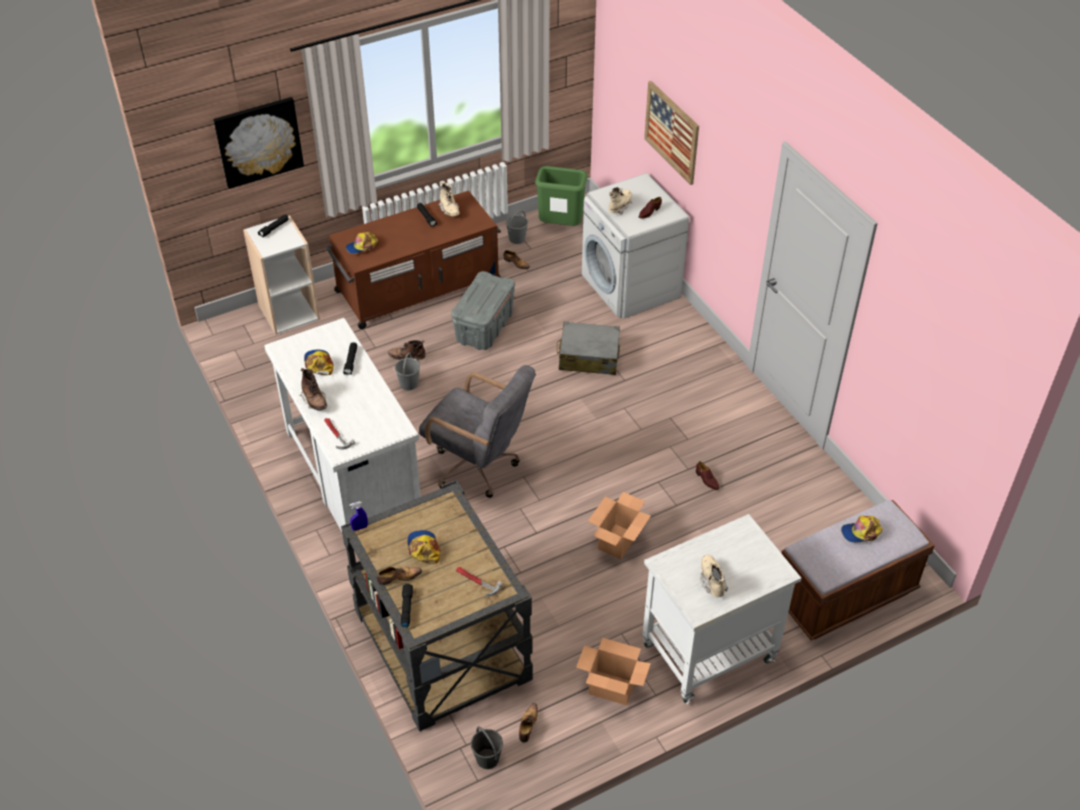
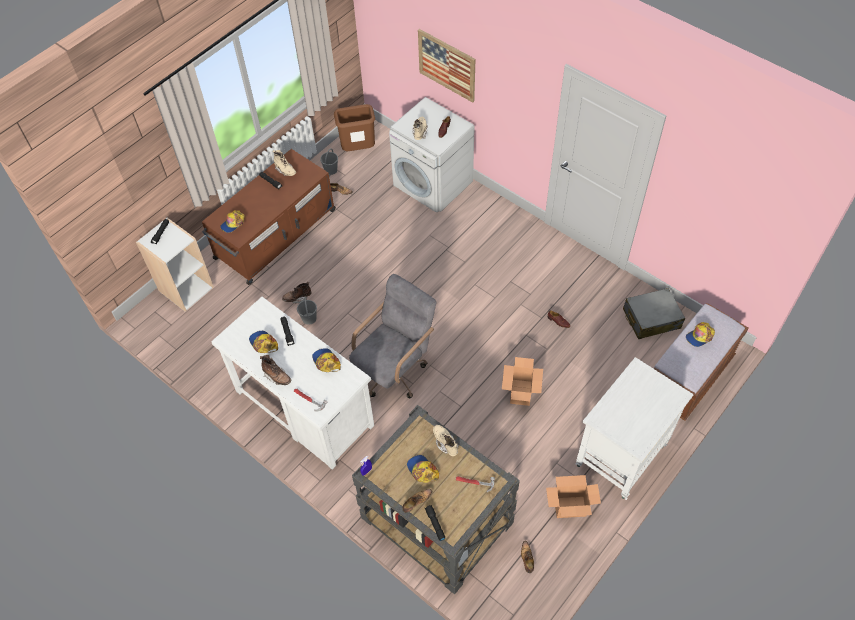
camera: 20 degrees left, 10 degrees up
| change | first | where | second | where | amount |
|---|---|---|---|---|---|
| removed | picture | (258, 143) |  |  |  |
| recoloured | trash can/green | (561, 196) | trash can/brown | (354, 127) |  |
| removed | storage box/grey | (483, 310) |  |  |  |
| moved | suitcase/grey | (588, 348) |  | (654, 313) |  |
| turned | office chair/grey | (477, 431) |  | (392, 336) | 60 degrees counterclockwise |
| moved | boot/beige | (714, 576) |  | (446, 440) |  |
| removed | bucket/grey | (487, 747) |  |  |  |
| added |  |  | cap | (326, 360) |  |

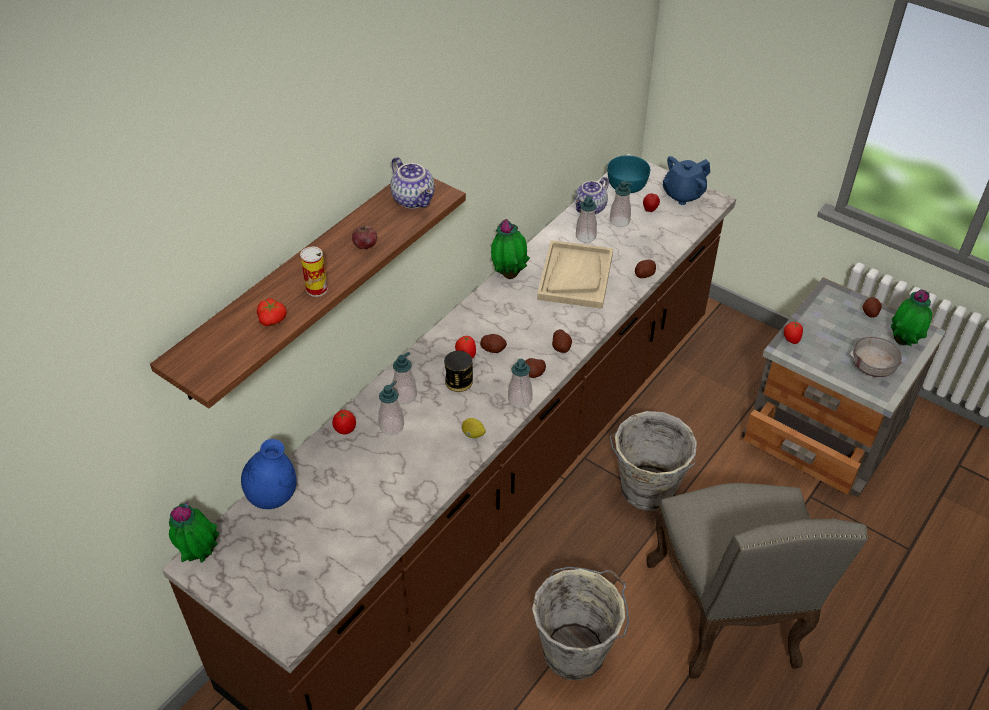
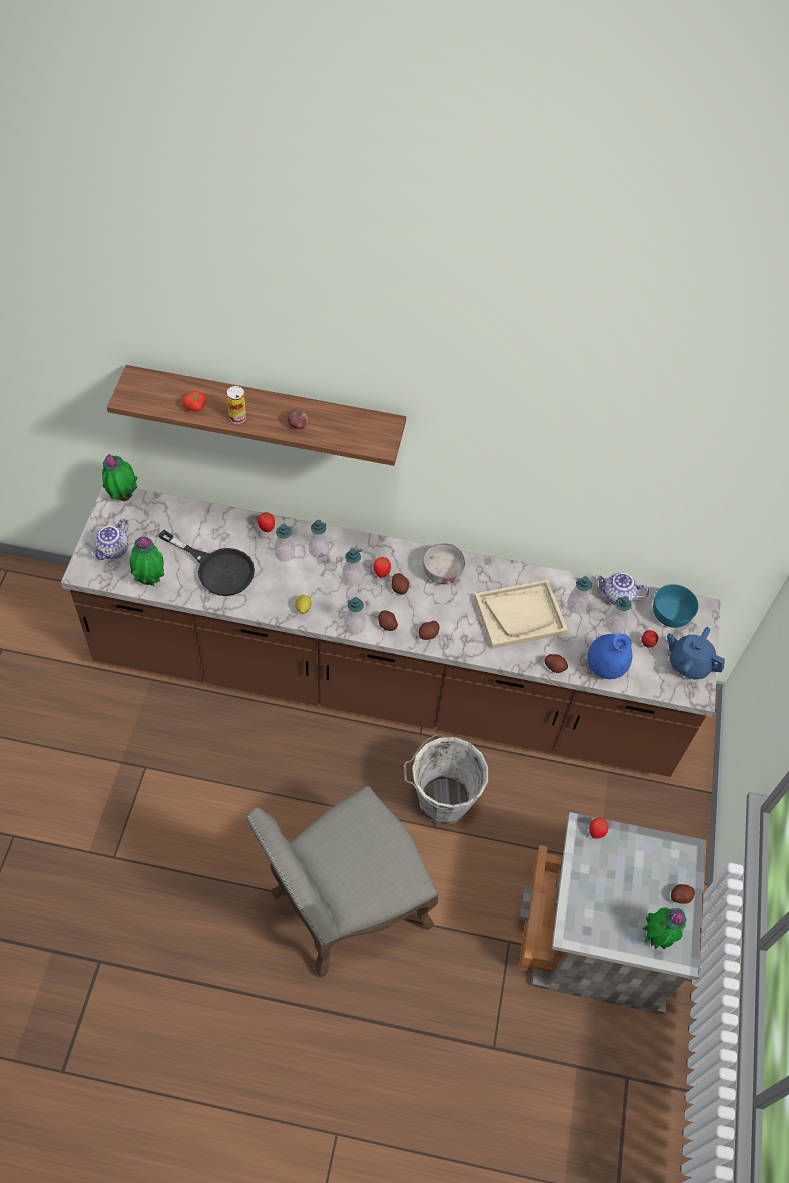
camera: 60 degrees right, 10 degrees up
| change | first | where | second | where | amount |
|---|---|---|---|---|---|
| moved | teapot | (412, 183) |  | (110, 539) |  |
| moved | potted plant | (510, 249) |  | (147, 561) |  |
| moved | bowl/grey | (876, 357) |  | (444, 564) |  |
| replaced | can | (458, 371) | soap dispenser | (352, 567) |  |
| moved | vase/blue | (269, 474) |  | (609, 656) |  |
| removed | bucket/grey | (580, 623) |  |  |  |
| added |  |  | frying pan/black | (206, 563) |  |

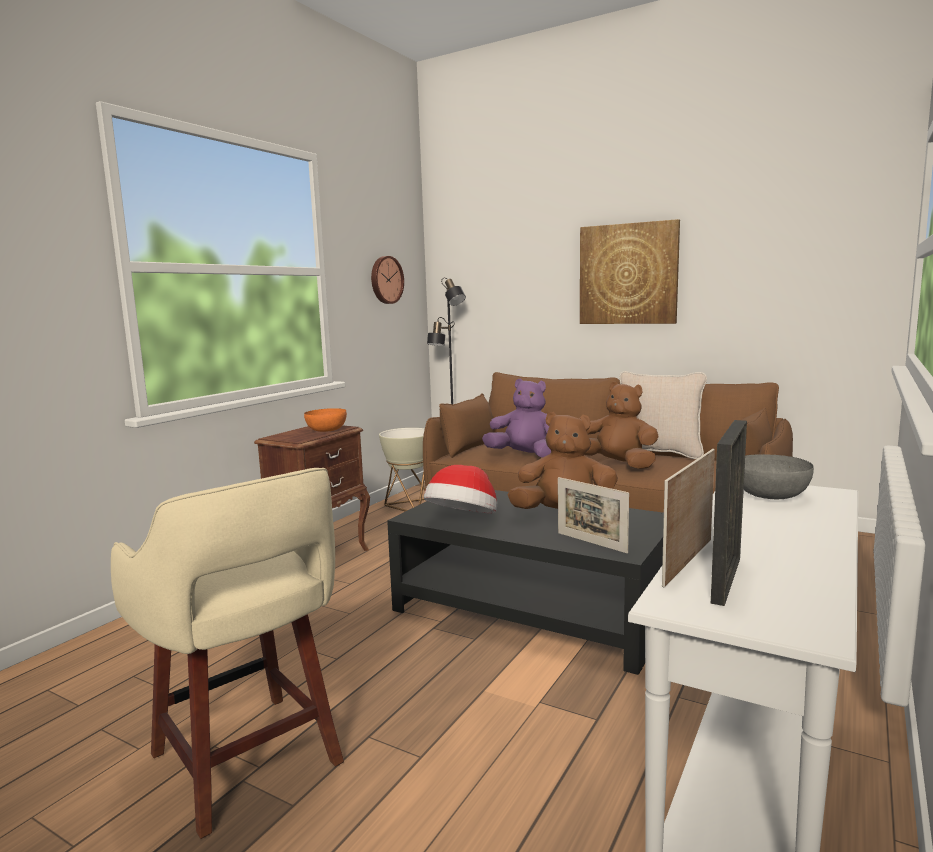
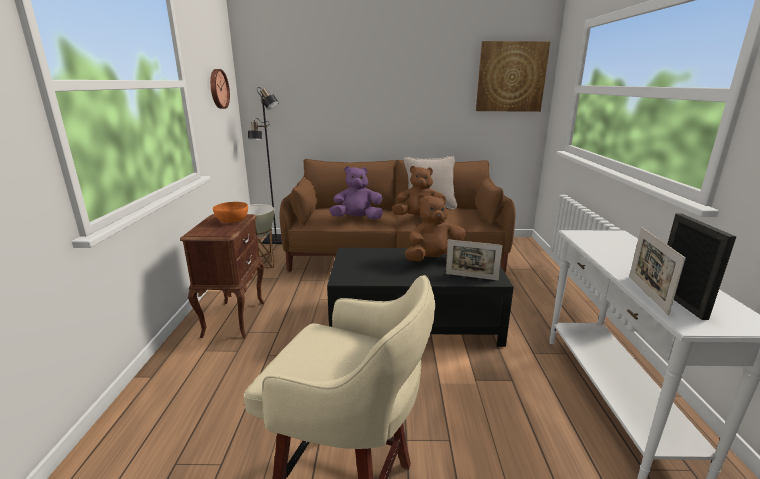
camera: 30 degrees left, 10 degrees up
| change | first | where | second | where | amount |
|---|---|---|---|---|---|
| moved | picture | (630, 271) |  | (513, 76) |  |
| removed | bowl/grey | (779, 476) |  |  |  |
| removed | hat | (460, 489) |  |  |  |

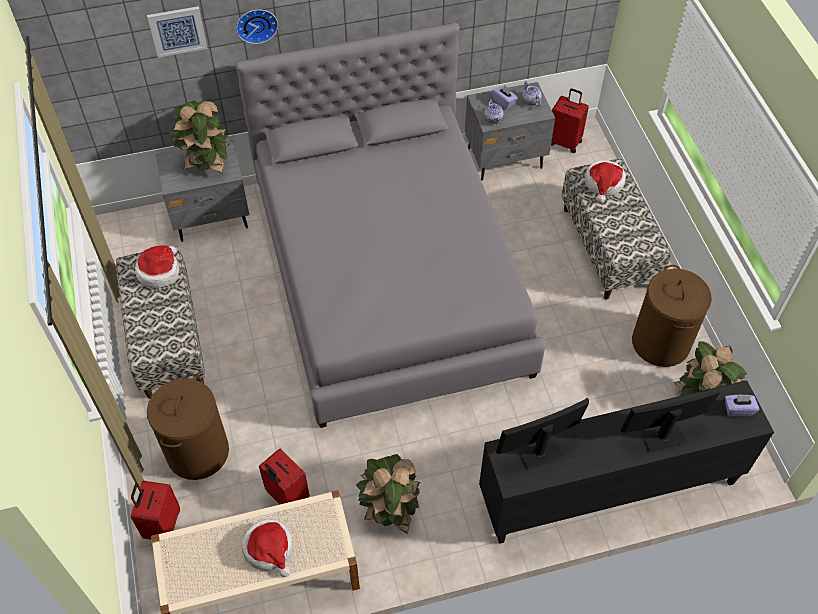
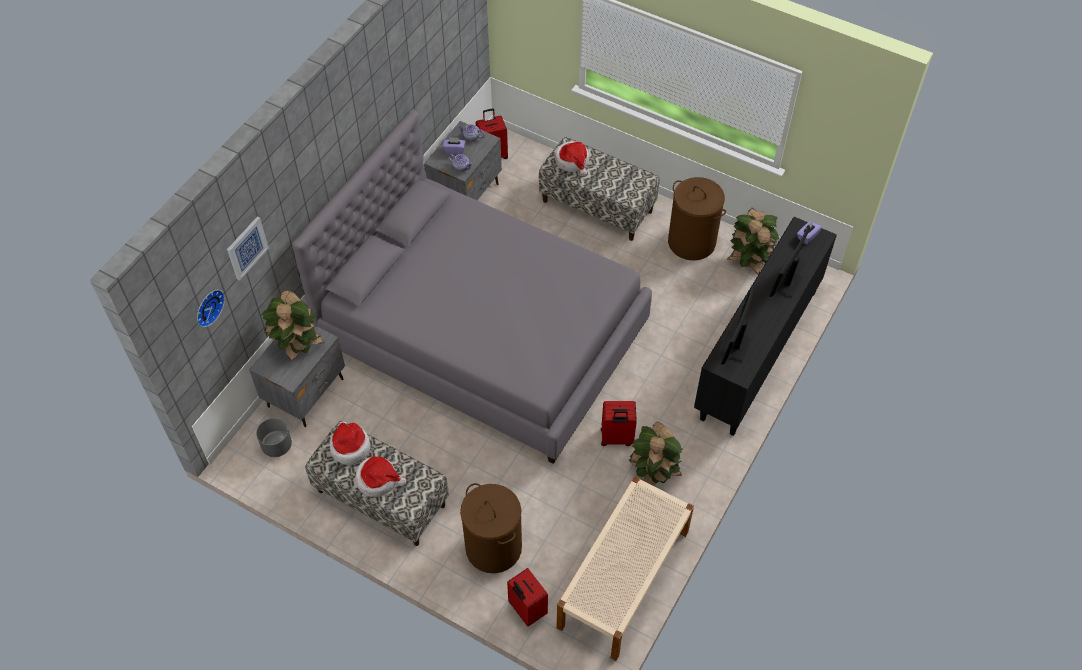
camera: 45 degrees left, 0 degrees up
| change | first | where | second | where | amount |
|---|---|---|---|---|---|
| moved | wall clock | (257, 26) |  | (211, 308) |  |
| moved | suitcase/red | (284, 476) |  | (619, 423) |  |
| moved | hat | (267, 548) |  | (381, 476) |  |
| added |  |  | planter/grey | (274, 437) |  |

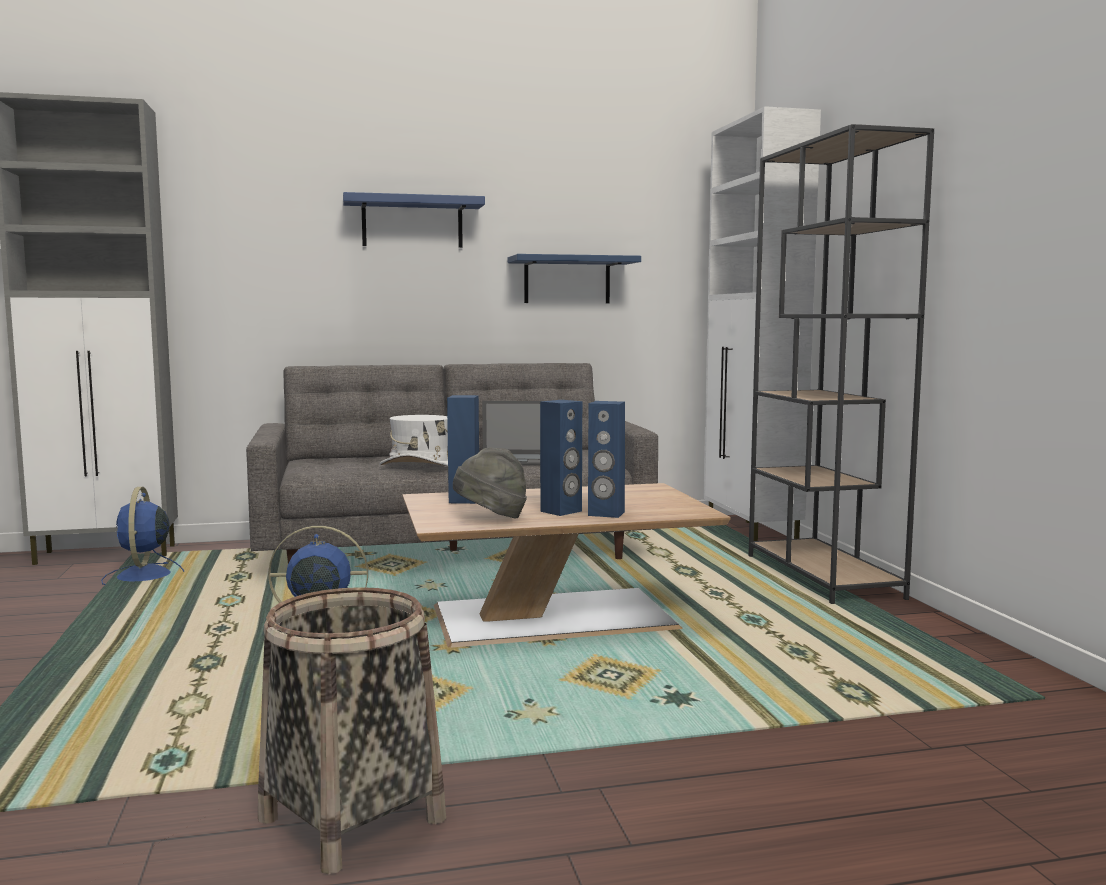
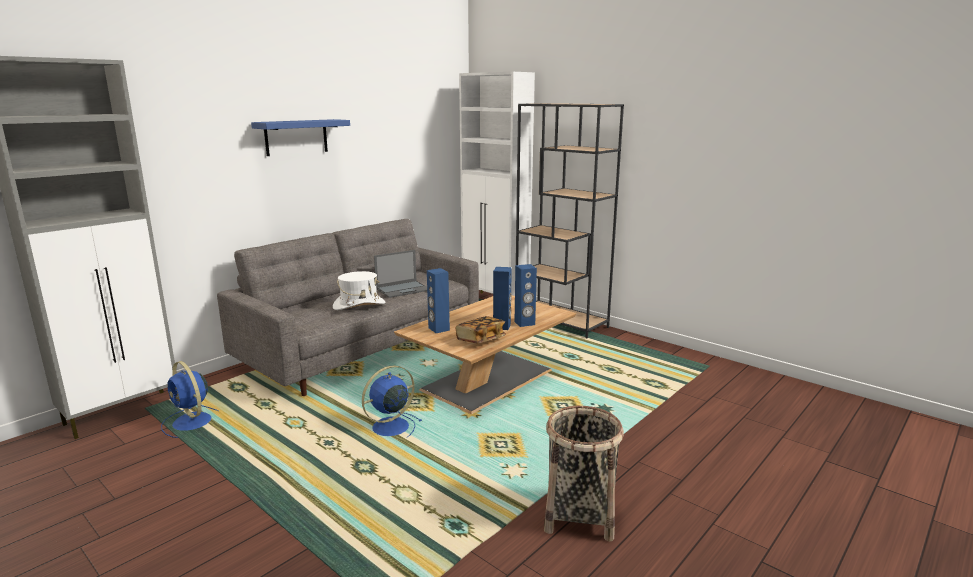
camera: 35 degrees left, 10 degrees up
| change | first | where | second | where | amount |
|---|---|---|---|---|---|
| removed | shelf/blue | (574, 278) |  |  |  |
| replaced | hat/grey | (490, 482) | book | (481, 329) |  |

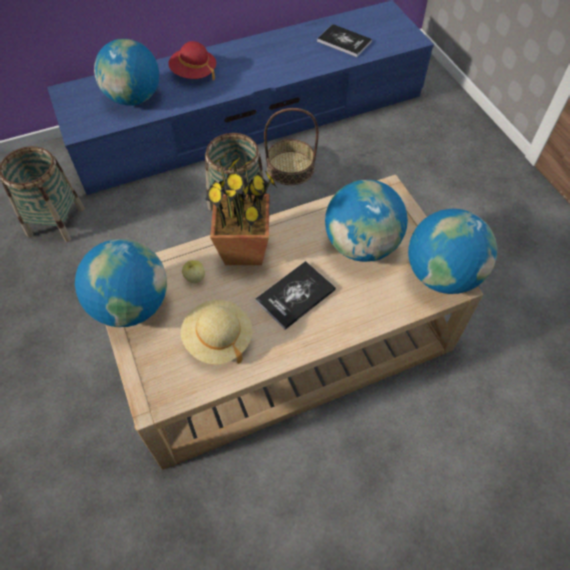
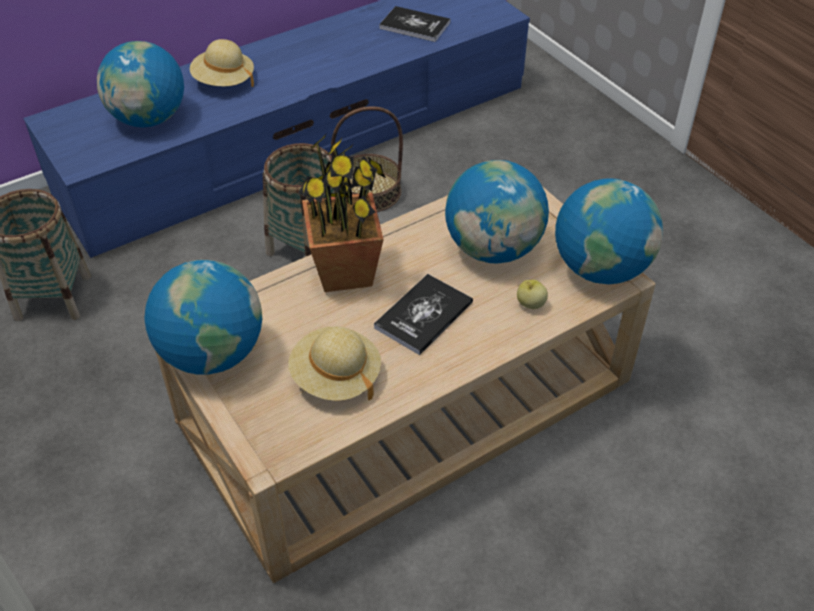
camera: 10 degrees left, 10 degrees down
| change | first | where | second | where | amount |
|---|---|---|---|---|---|
| recoloured | hat/red | (192, 60) | hat/beige | (222, 63) |  |
| moved | apple | (193, 271) |  | (532, 294) |  |

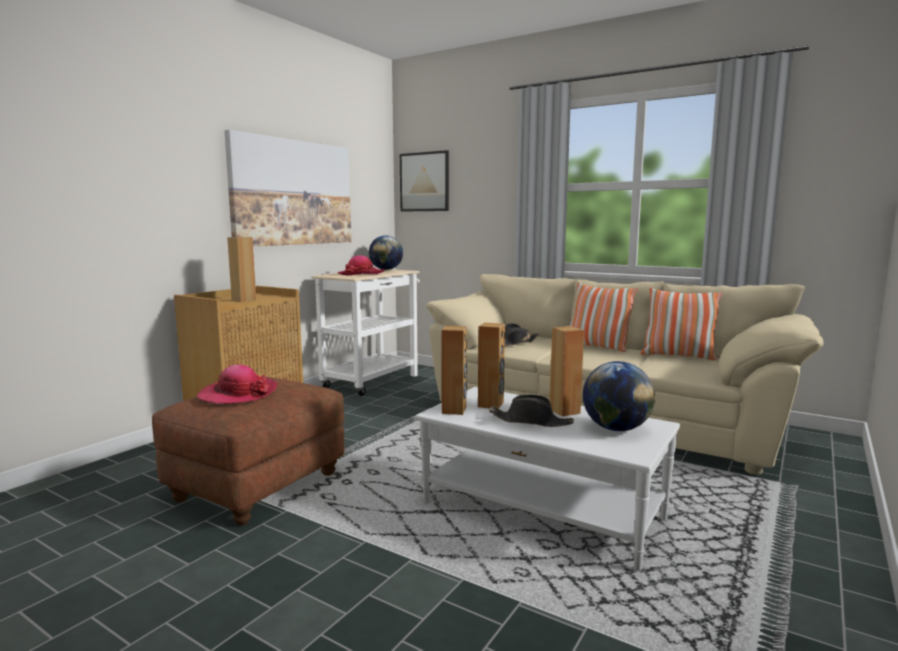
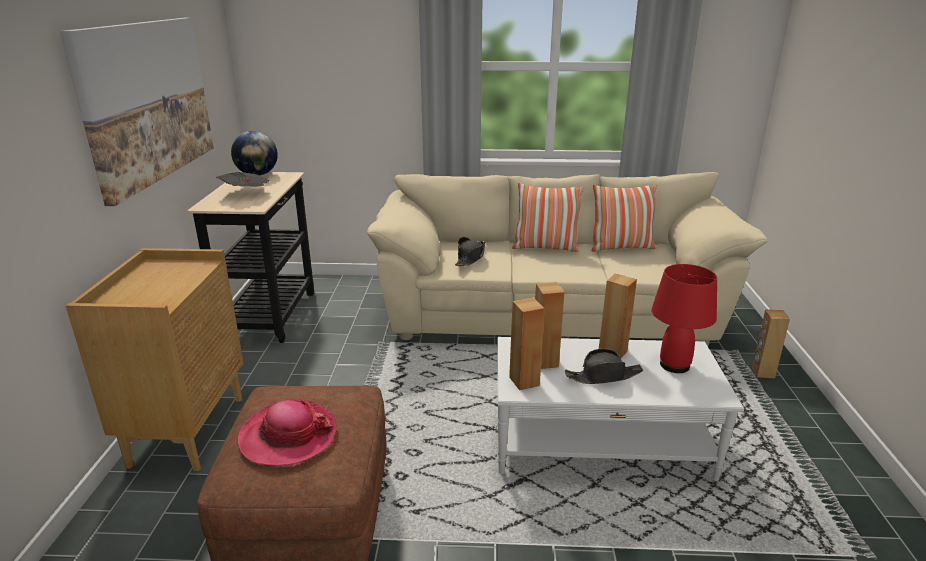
camera: 30 degrees left, 15 degrees up
| change | first | where | second | where | amount |
|---|---|---|---|---|---|
| removed | picture | (424, 180) |  |  |  |
| moved | speaker/brown | (241, 269) |  | (771, 344) |  |
| replaced | hat | (361, 265) | newspaper | (242, 179) |  |
| recoloured | cart/white | (365, 332) | cart/black | (251, 257) |  |
| replaced | globe | (619, 396) | table lamp/red | (684, 318) |  |

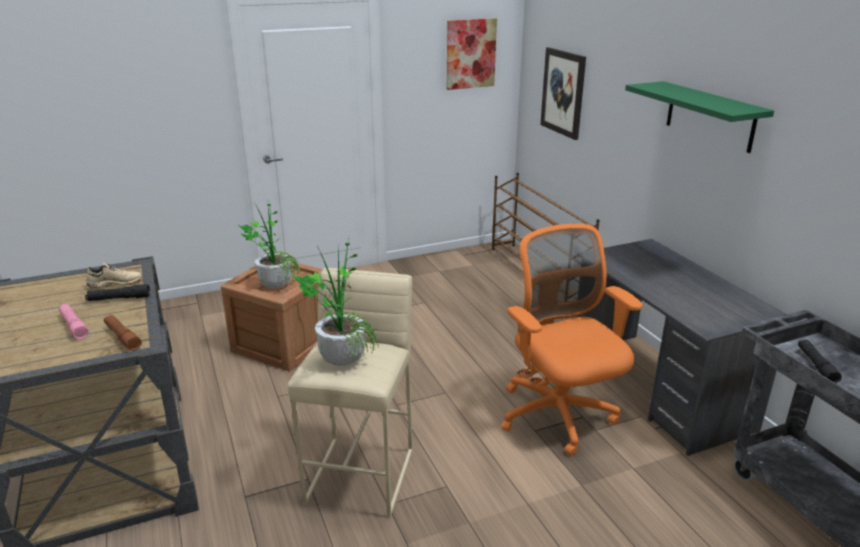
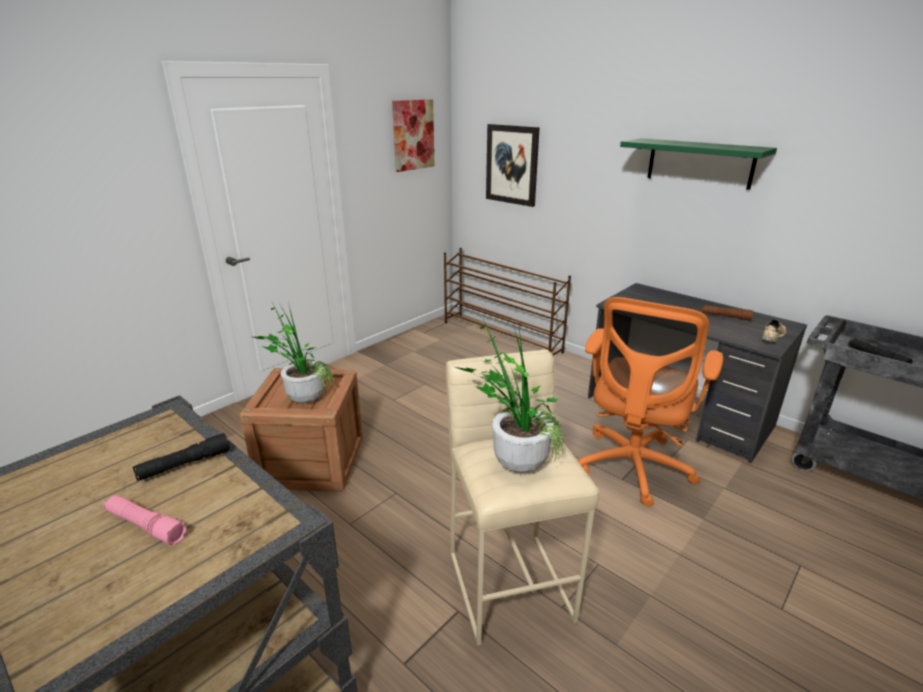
camera: 25 degrees left, 0 degrees up
| change | first | where | second | where | amount |
|---|---|---|---|---|---|
| turned | office chair/orange | (572, 340) |  | (650, 402) | 105 degrees counterclockwise |
| moved | shoe/beige | (114, 275) |  | (773, 331) |  |
| moved | flashlight/brown | (123, 333) |  | (727, 313) |  |

